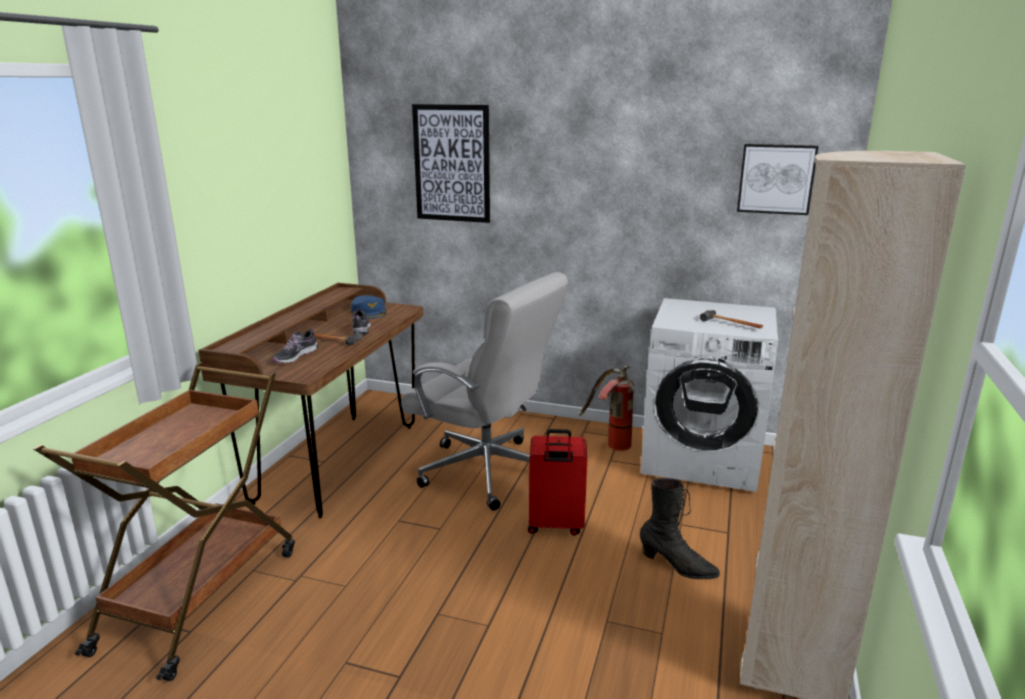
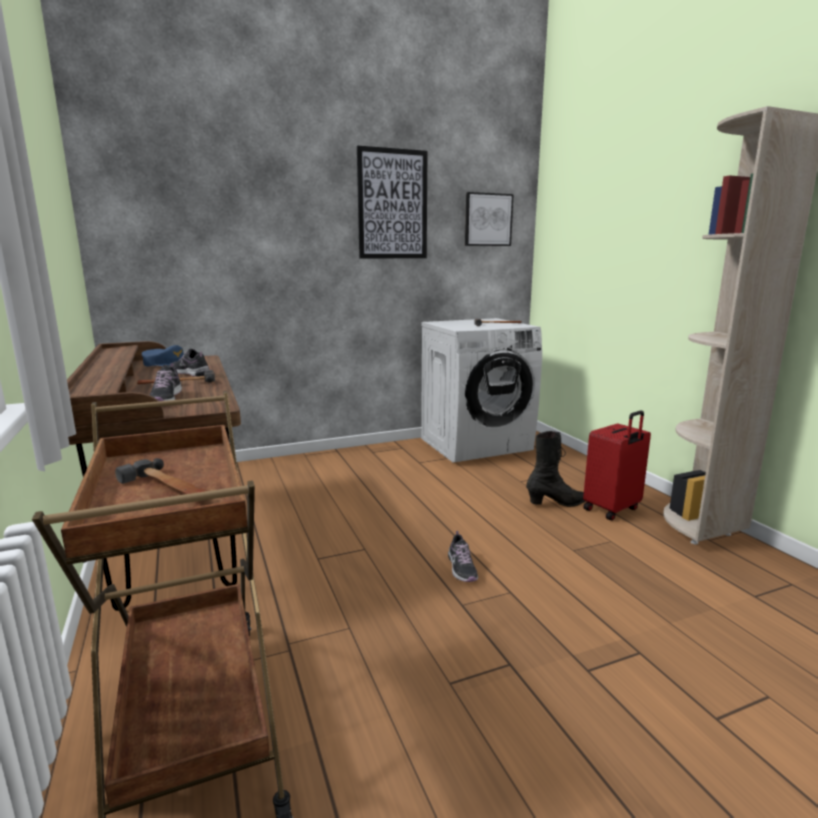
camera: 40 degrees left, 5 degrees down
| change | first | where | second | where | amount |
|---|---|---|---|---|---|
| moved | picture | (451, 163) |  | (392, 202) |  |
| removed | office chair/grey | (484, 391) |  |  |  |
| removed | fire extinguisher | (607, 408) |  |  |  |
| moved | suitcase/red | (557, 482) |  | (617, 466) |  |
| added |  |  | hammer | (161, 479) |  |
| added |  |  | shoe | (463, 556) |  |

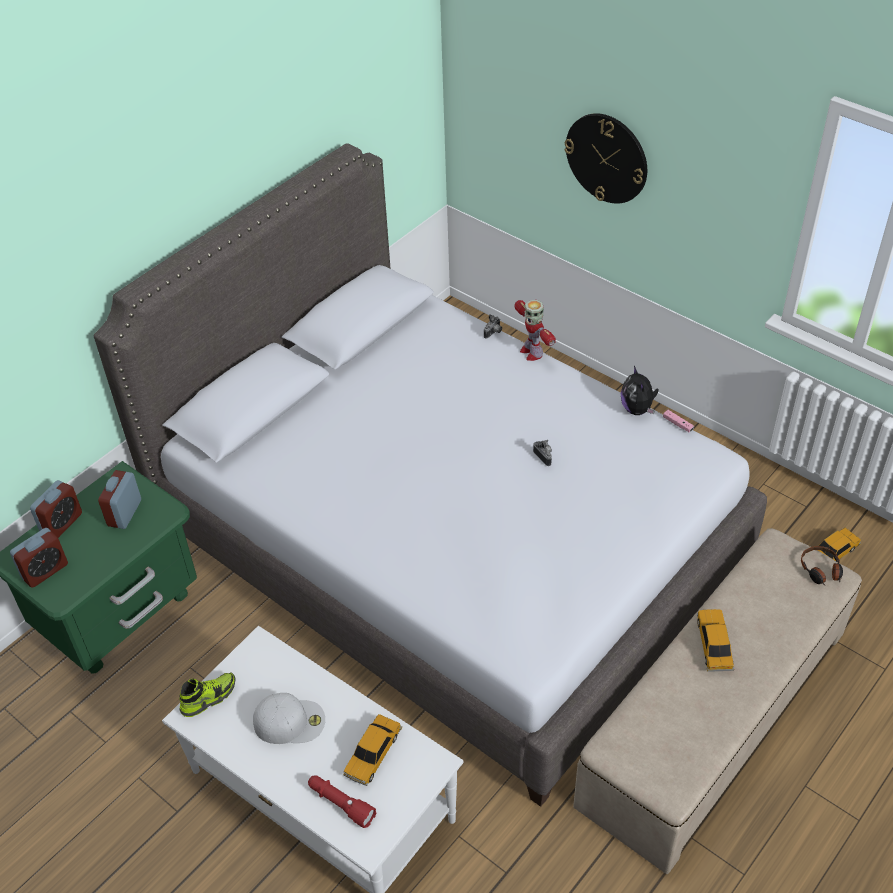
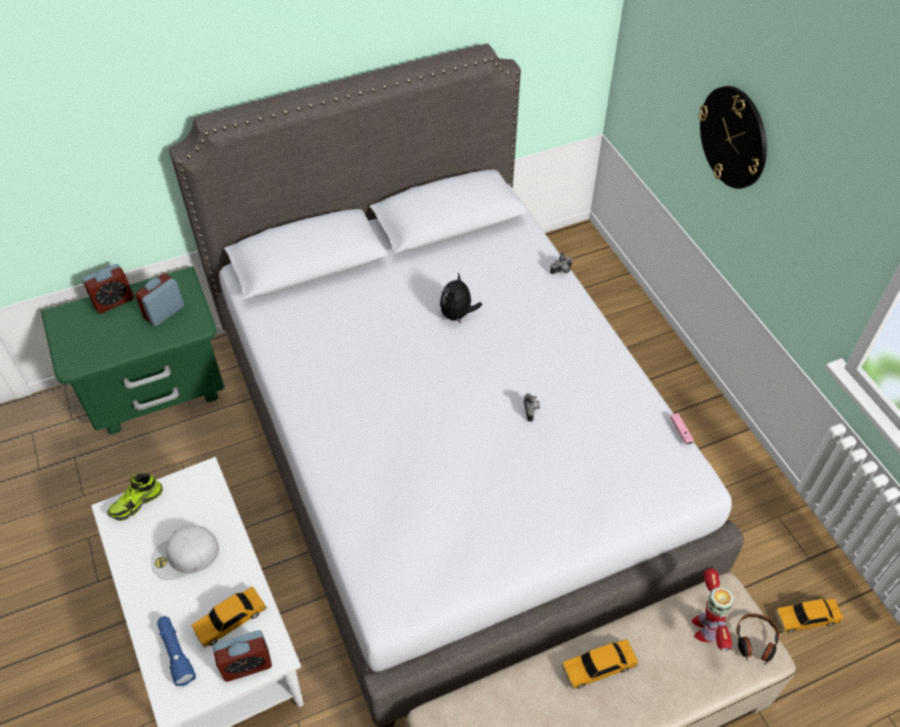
camera: 25 degrees right, 5 degrees up
| change | first | where | second | where | amount |
|---|---|---|---|---|---|
| moved | toy robot | (535, 330) |  | (713, 609) |  |
| moved | plush toy | (639, 390) |  | (461, 298) |  |
| moved | alarm clock | (39, 558) |  | (242, 656) |  |
| turned | toy car | (715, 640) |  | (600, 664) | 135 degrees counterclockwise |
| turned | shoe | (207, 694) |  | (135, 497) | 150 degrees clockwise |
| turned | cap/white | (289, 718) |  | (185, 552) | 135 degrees clockwise |
| recoloured | flashlight/red | (342, 802) | flashlight/blue | (176, 651) |  |

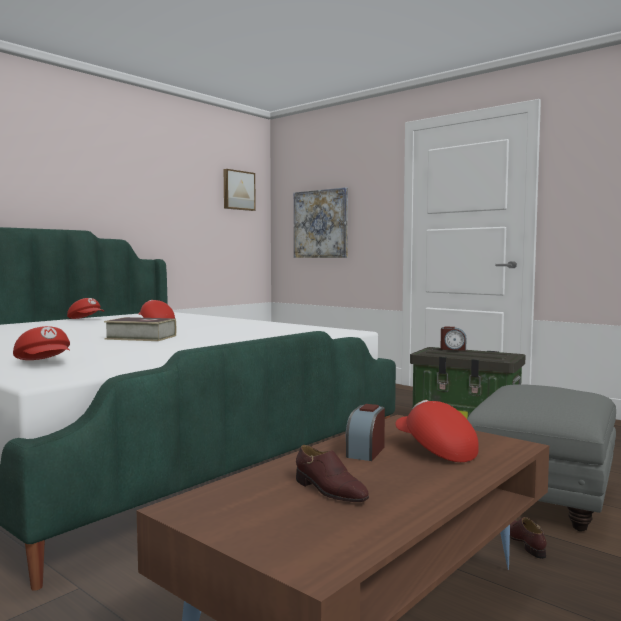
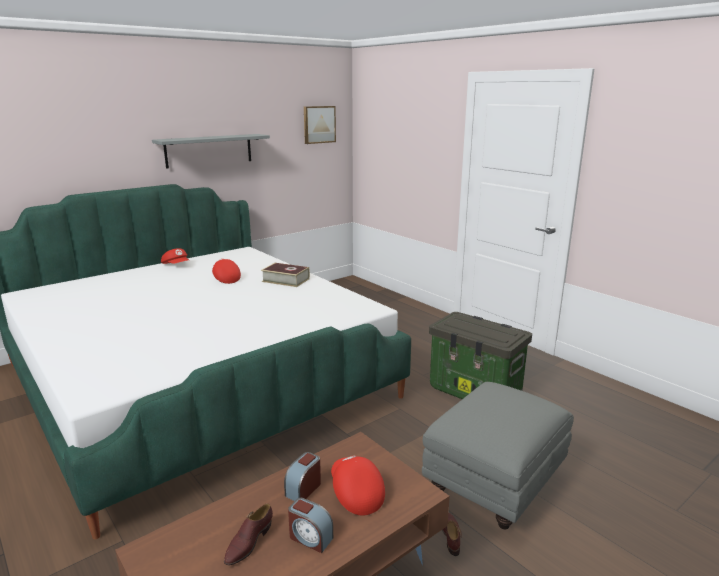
camera: 10 degrees right, 15 degrees up
| change | first | where | second | where | amount |
|---|---|---|---|---|---|
| removed | picture | (321, 222) |  |  |  |
| moved | book | (140, 329) |  | (285, 275) |  |
| removed | cap/red | (41, 343) |  |  |  |
| moved | alarm clock | (453, 338) |  | (310, 525) |  |
| turned | shoe/brown | (332, 473) |  | (248, 534) | 60 degrees clockwise |
| added |  |  | shelf/grey | (211, 151) |  |

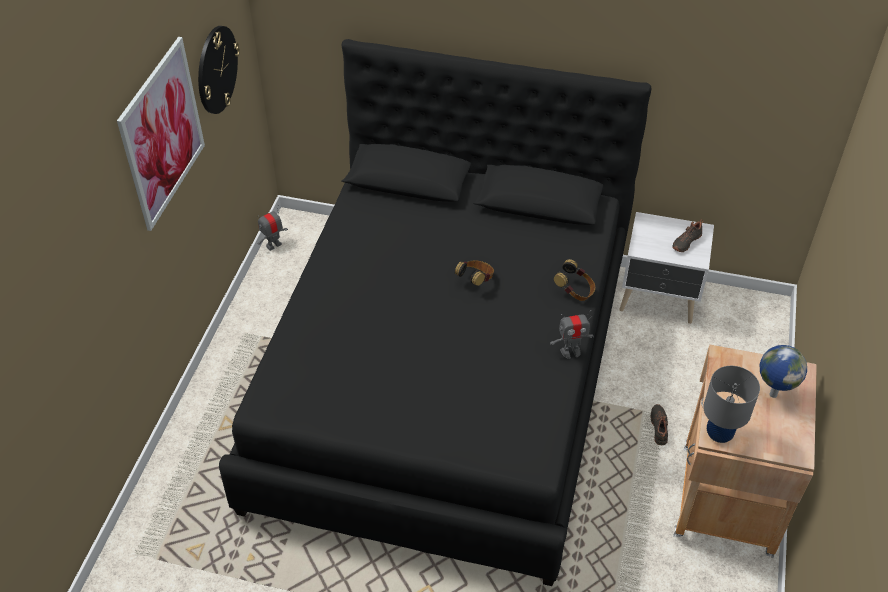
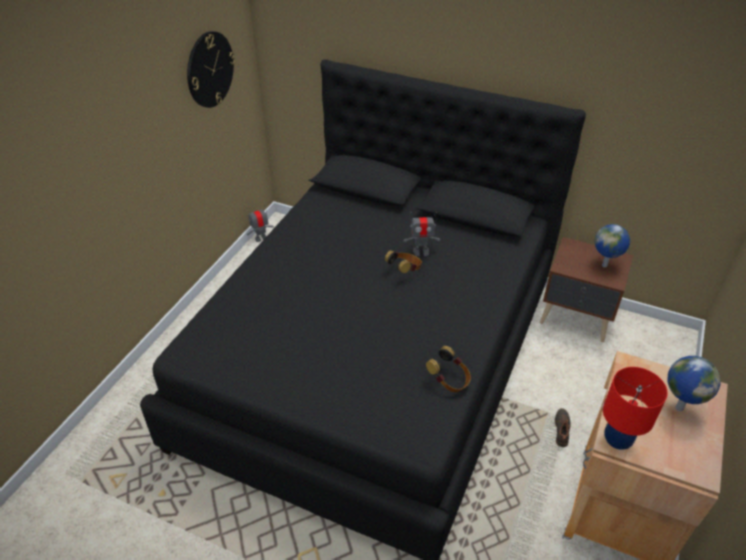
camera: 10 degrees right, 5 degrees down
| change | first | where | second | where | amount |
|---|---|---|---|---|---|
| removed | picture | (161, 134) |  |  |  |
| recoloured | nightstand/white | (666, 268) | nightstand/brown | (586, 289) |  |
| replaced | shoe/black | (687, 235) | globe | (612, 245) |  |
| moved | headphones | (574, 280) |  | (448, 369) |  |
| moved | toy robot | (572, 334) |  | (422, 234) |  |
| recoloured | table lamp/grey | (731, 404) | table lamp/red | (635, 408) |  |

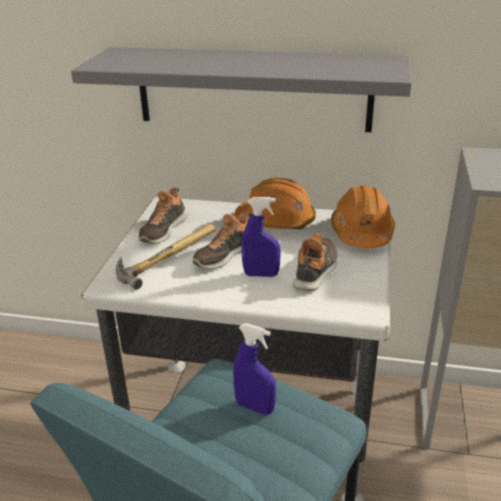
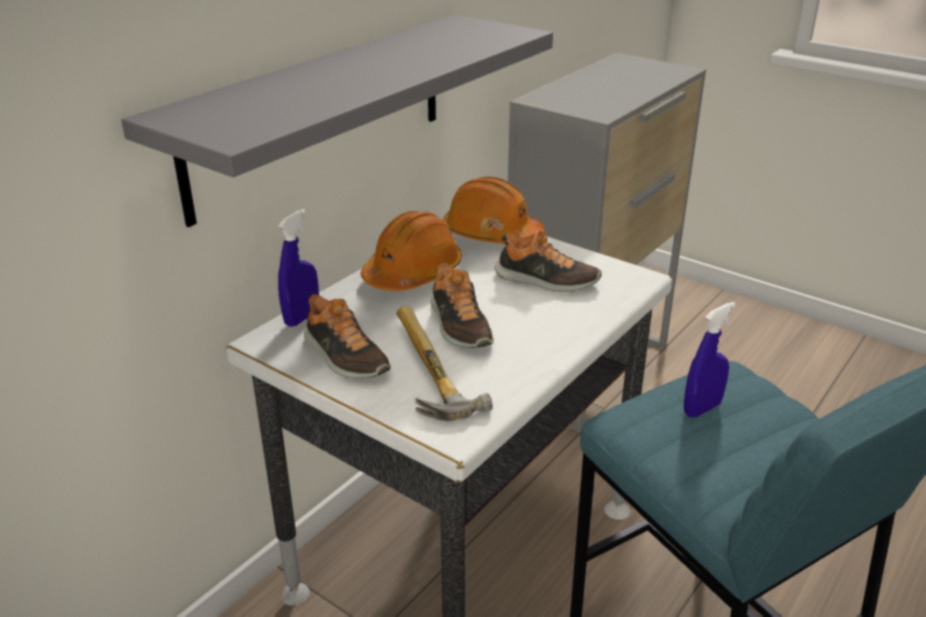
camera: 65 degrees left, 0 degrees up
| change | first | where | second | where | amount |
|---|---|---|---|---|---|
| moved | spray bottle/blue | (261, 237) |  | (298, 268) |  |
| turned | shoe | (315, 262) |  | (548, 260) | 150 degrees clockwise |

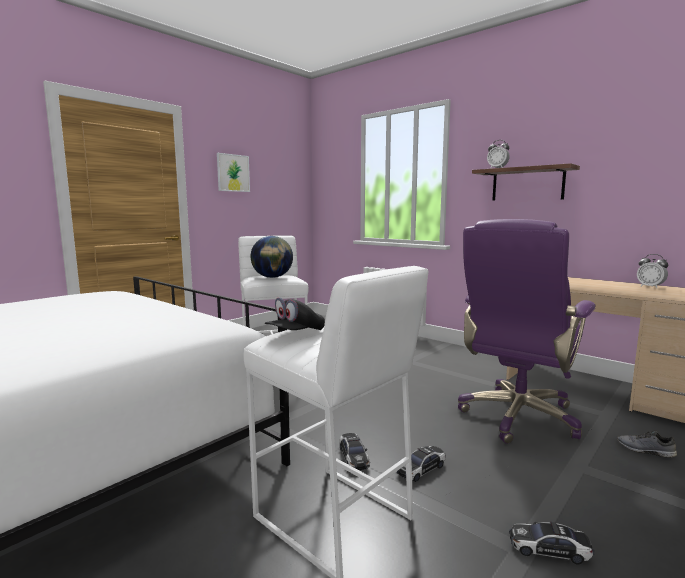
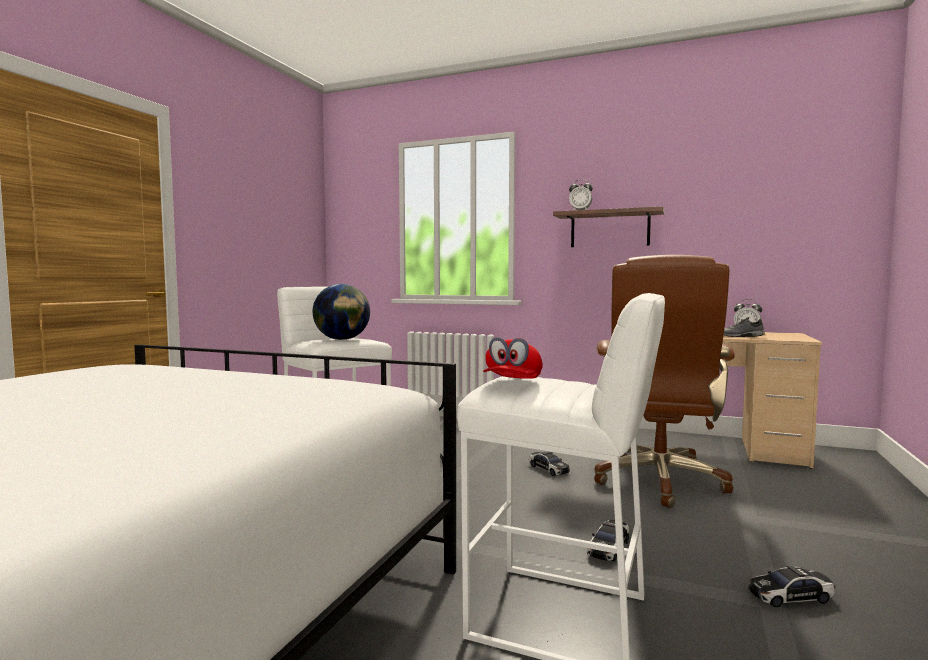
camera: 20 degrees left, 5 degrees down
| change | first | where | second | where | amount |
|---|---|---|---|---|---|
| removed | picture | (233, 172) |  |  |  |
| recoloured | office chair/purple | (527, 331) | office chair/brown | (664, 381) |  |
| recoloured | cap/black | (295, 313) | cap/red | (513, 358) |  |
| moved | shoe/grey | (647, 444) |  | (744, 327) |  |
| moved | toy car | (355, 451) |  | (549, 463) |  |

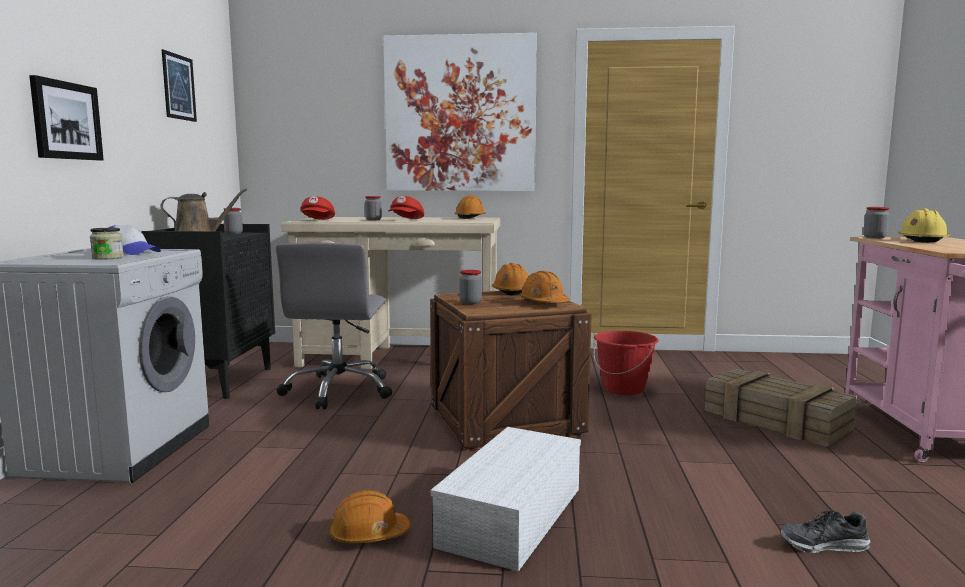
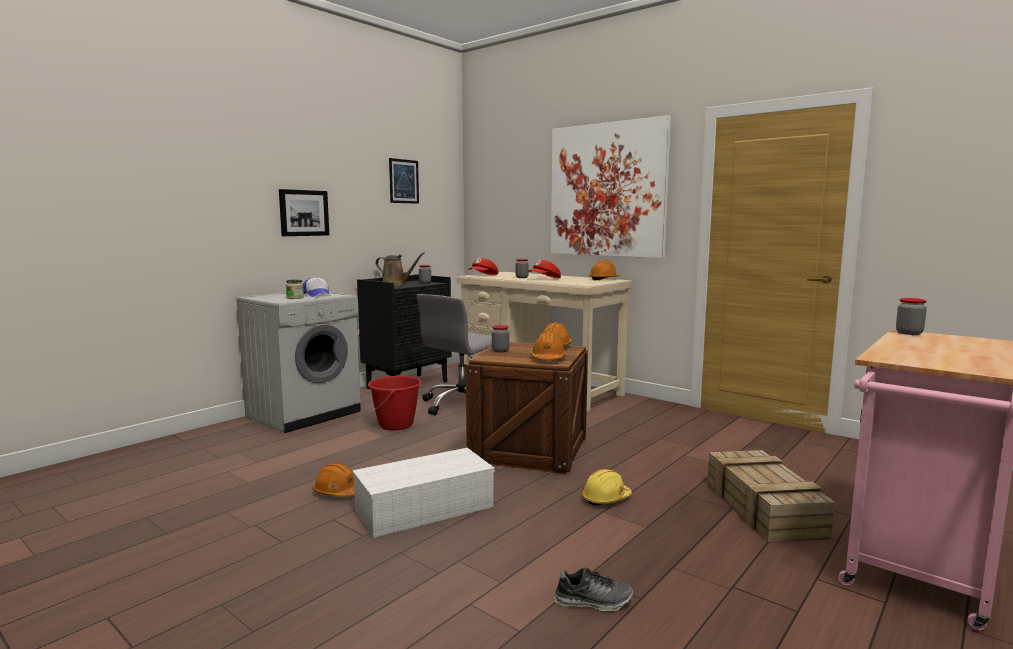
camera: 35 degrees right, 0 degrees up
| change | first | where | second | where | amount |
|---|---|---|---|---|---|
| moved | hard hat/yellow | (924, 225) |  | (606, 487) |  |
| moved | bucket/red | (626, 363) |  | (394, 403) |  |
| turned | shoe | (826, 531) |  | (594, 589) | 150 degrees clockwise |

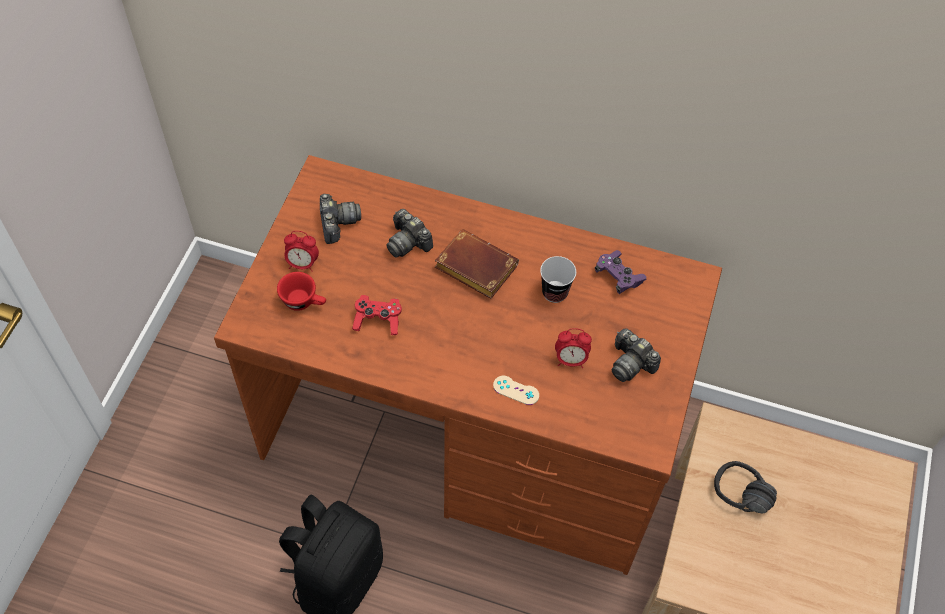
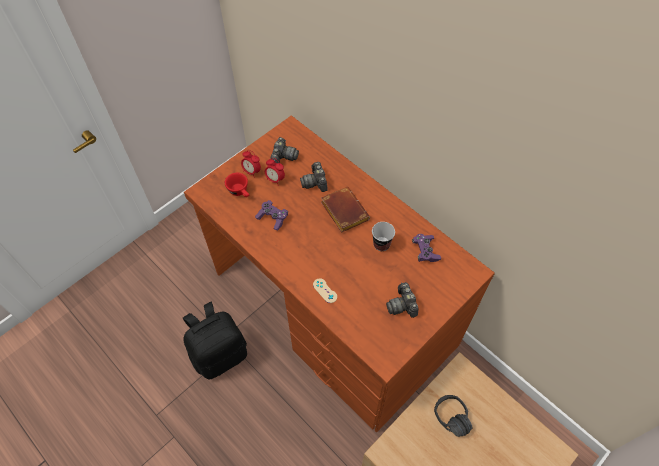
camera: 30 degrees right, 0 degrees up
| change | first | where | second | where | amount |
|---|---|---|---|---|---|
| recoloured | game controller/red | (377, 315) | game controller/purple | (271, 215) |  |
| moved | alarm clock | (573, 348) |  | (275, 172) |  |

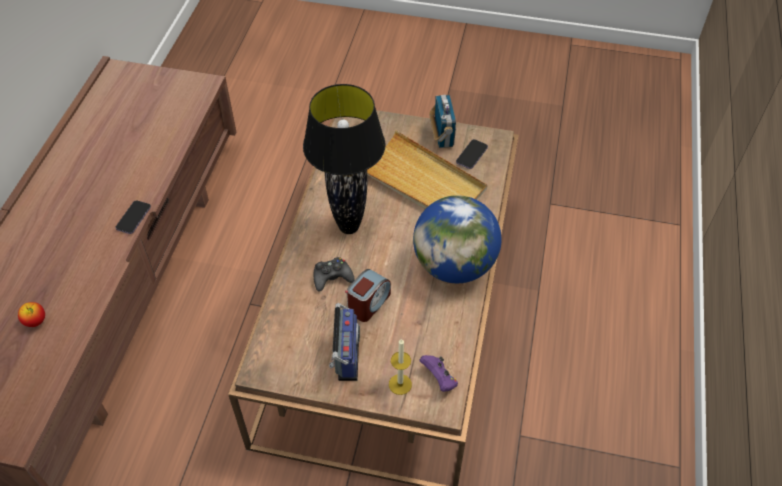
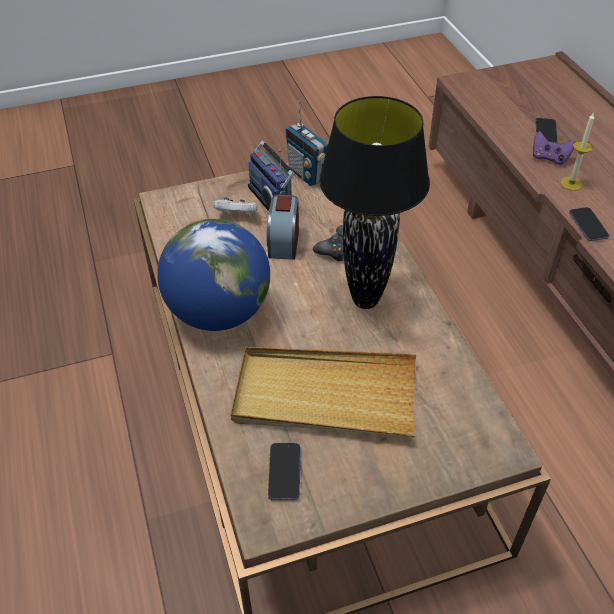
camera: 150 degrees right, 5 degrees down
| change | first | where | second | where | amount |
|---|---|---|---|---|---|
| moved | radio | (442, 121) |  | (307, 143) |  |
| replaced | apple | (31, 314) | phone | (546, 130) |  |
| moved | candle | (400, 367) |  | (577, 151) |  |
| moved | game controller/purple | (439, 373) |  | (554, 148) |  |
| added |  |  | game controller/white | (235, 207) |  |

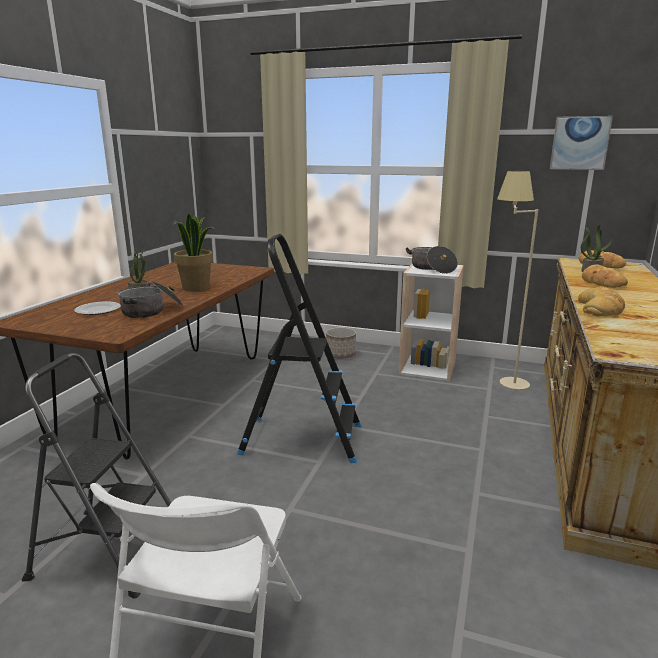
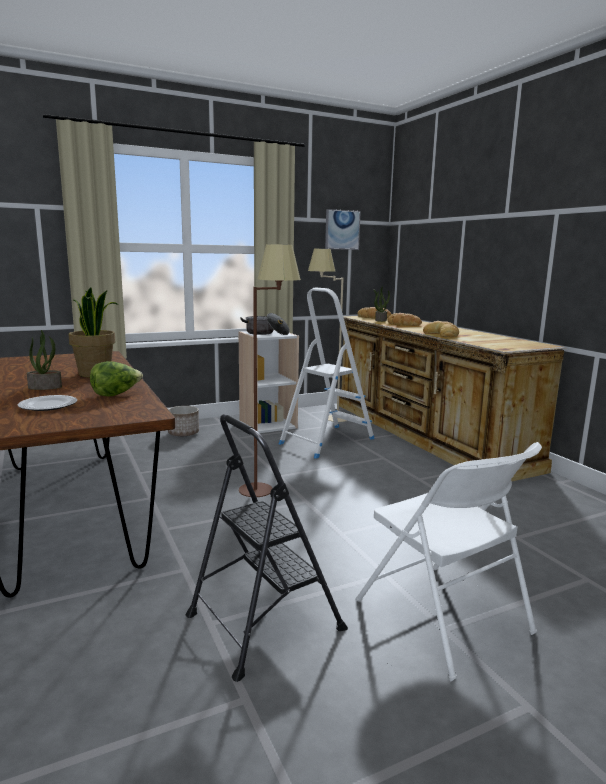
camera: 45 degrees left, 5 degrees down
| change | first | where | second | where | amount |
|---|---|---|---|---|---|
| replaced | step ladder/black | (299, 348) | floor lamp/brown | (270, 370) |  |
| replaced | cooking pot | (150, 299) | lettuce | (116, 379) |  |
| added |  |  | step ladder/white | (327, 373) |  |

